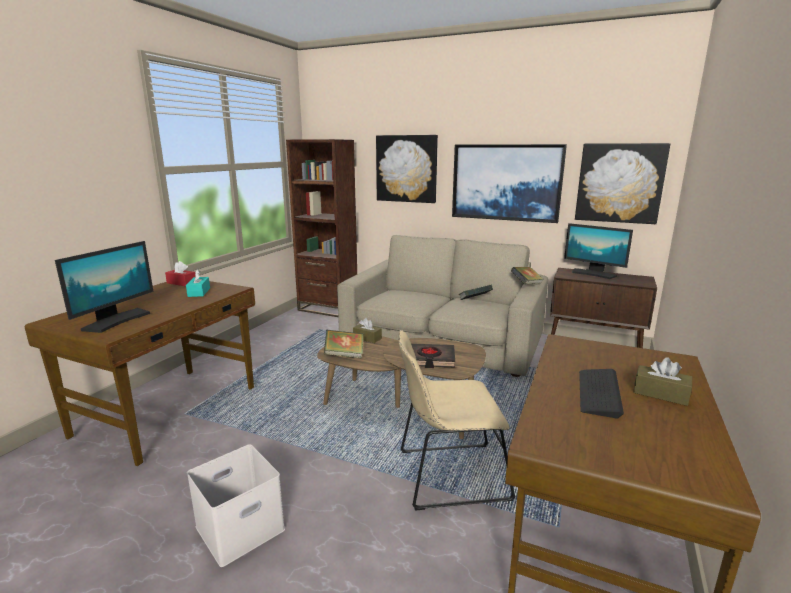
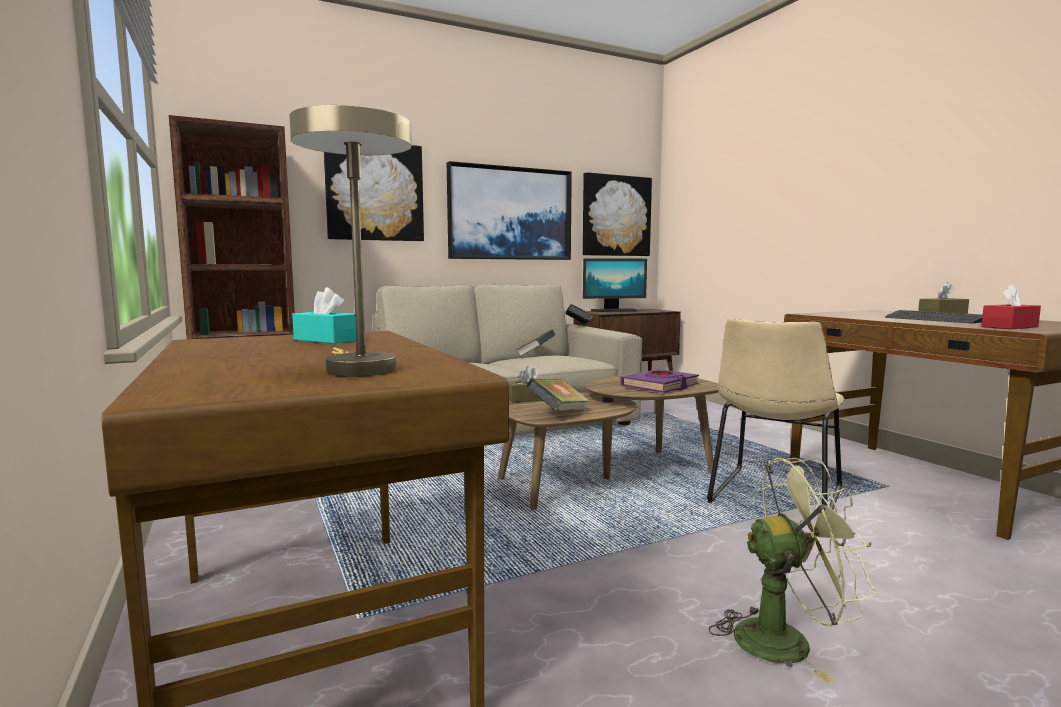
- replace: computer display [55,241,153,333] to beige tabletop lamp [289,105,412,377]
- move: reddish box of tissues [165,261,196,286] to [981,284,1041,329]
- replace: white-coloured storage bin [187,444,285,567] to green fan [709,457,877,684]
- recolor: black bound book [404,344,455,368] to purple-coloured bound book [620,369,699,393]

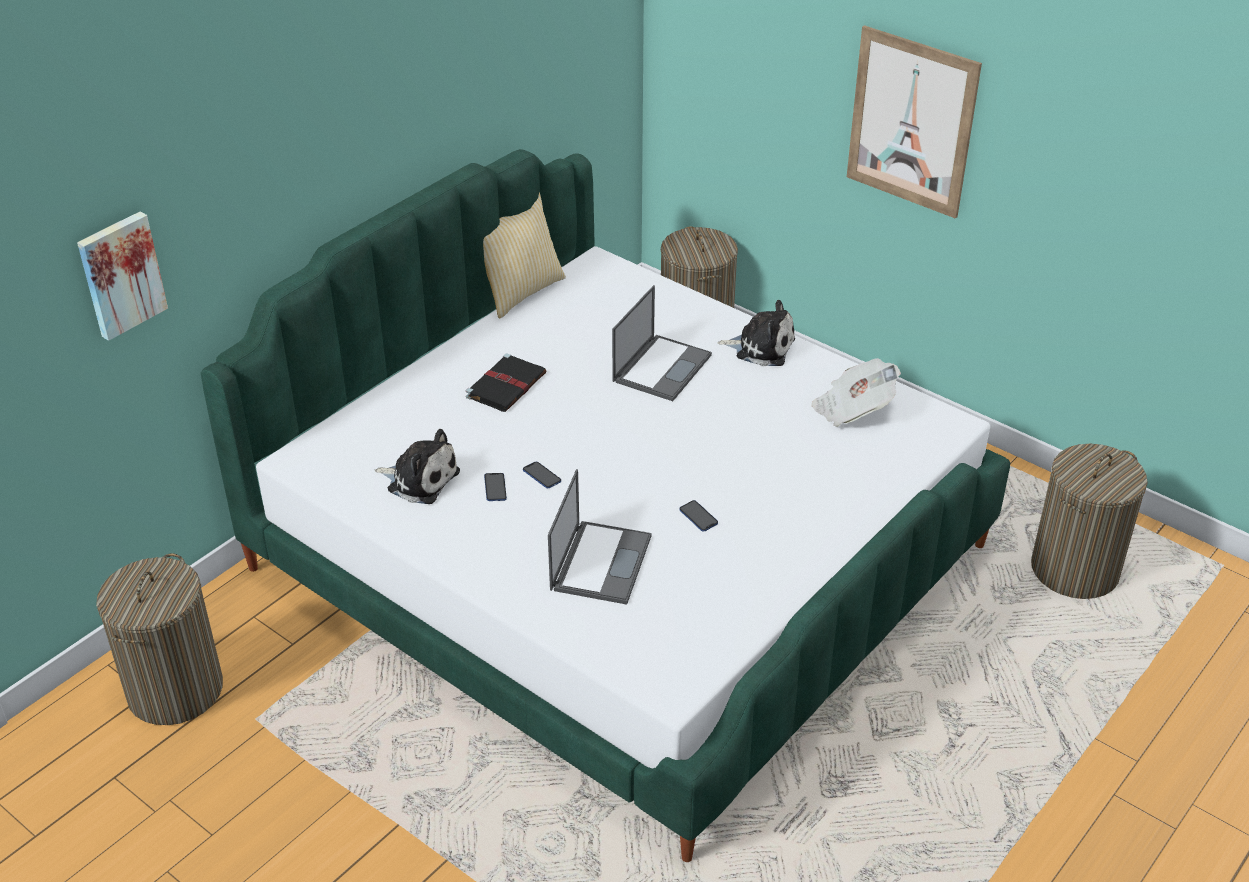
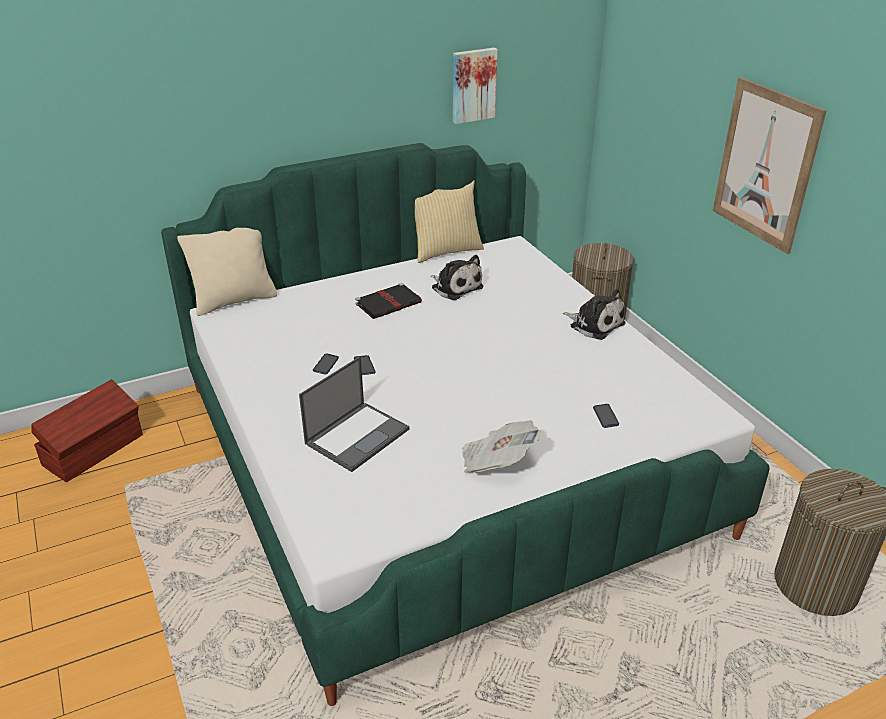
- move: wall art [77,212,168,341] to [453,48,498,124]
- replace: washing basket [96,553,223,725] to brown storage bin [31,379,143,482]
- move: cuddly toy [374,429,460,504] to [431,255,484,300]
- delete: portable computer [612,285,712,401]
- move: telephone [679,500,718,532] to [593,404,619,428]
- move: printed paper [811,358,901,427] to [462,420,540,473]
- insert: beige cushion [177,228,277,316]

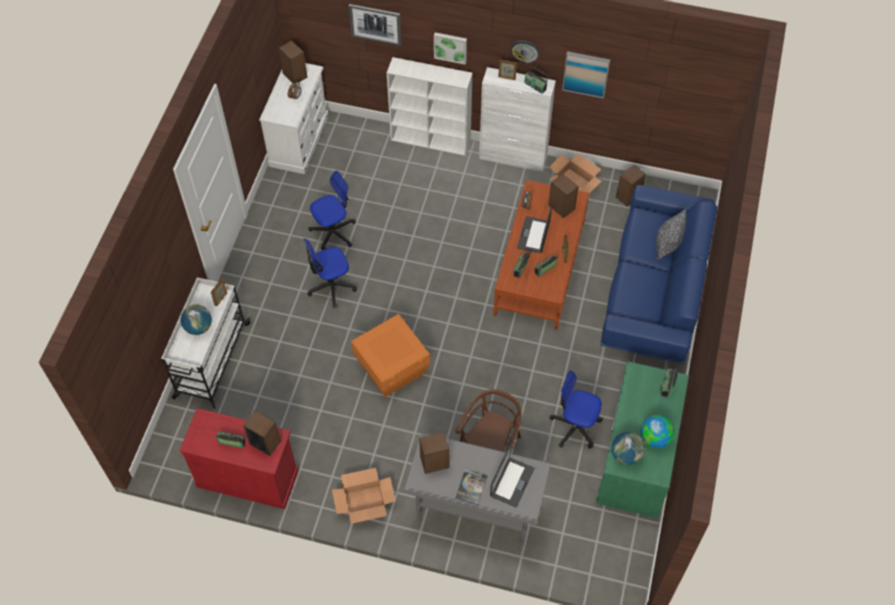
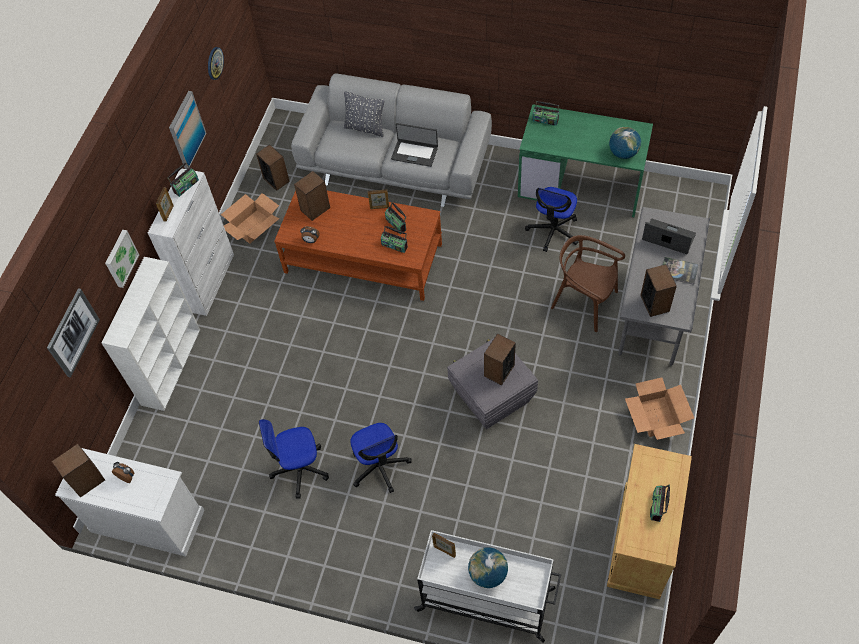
- recolor: reddish cupboard [179,408,299,509] to beige cupboard [607,444,692,599]
- move: speaker [243,410,281,456] to [484,334,516,385]
- rotate: office chair [309,171,356,250] = [259,419,329,499] 75 degrees counterclockwise
- recolor: orange-coloured storage bin [351,314,430,397] to gray storage bin [447,338,538,429]
- move: wall clock [510,41,539,63] to [208,47,224,80]
- move: portable computer [517,207,552,253] to [391,123,438,167]
- recolor: blue couch [600,185,717,364] to gray couch [291,73,492,207]
- delete: globe [641,415,675,448]

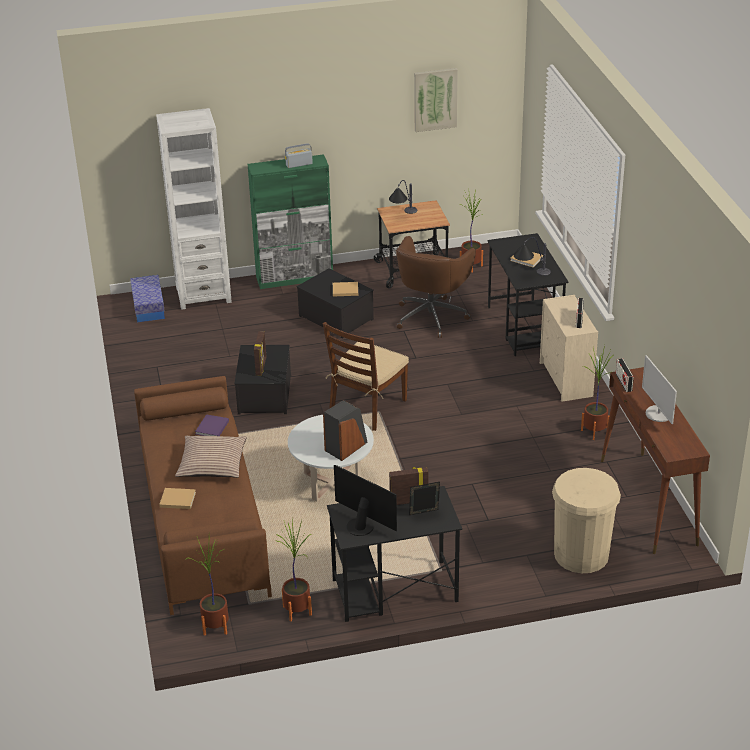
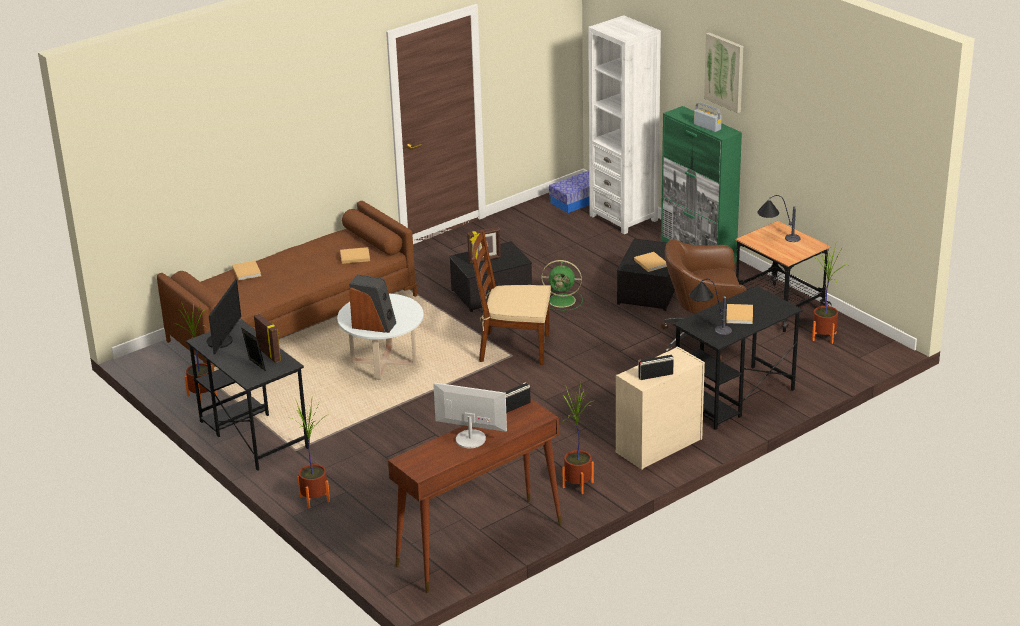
- delete: cushion [175,436,247,478]
- move: plant in a pot [185,537,229,636] to [295,398,330,509]
- recolor: purple-coloured bound book [195,414,229,436] to beige bound book [340,247,370,264]
- move: wall art [414,68,458,132] to [704,32,743,113]
- delete: beige rubbish bin [552,468,621,573]
- rotate: computer display [642,355,677,424] = [433,383,507,448] 60 degrees clockwise
- insert: green fan [542,260,583,311]

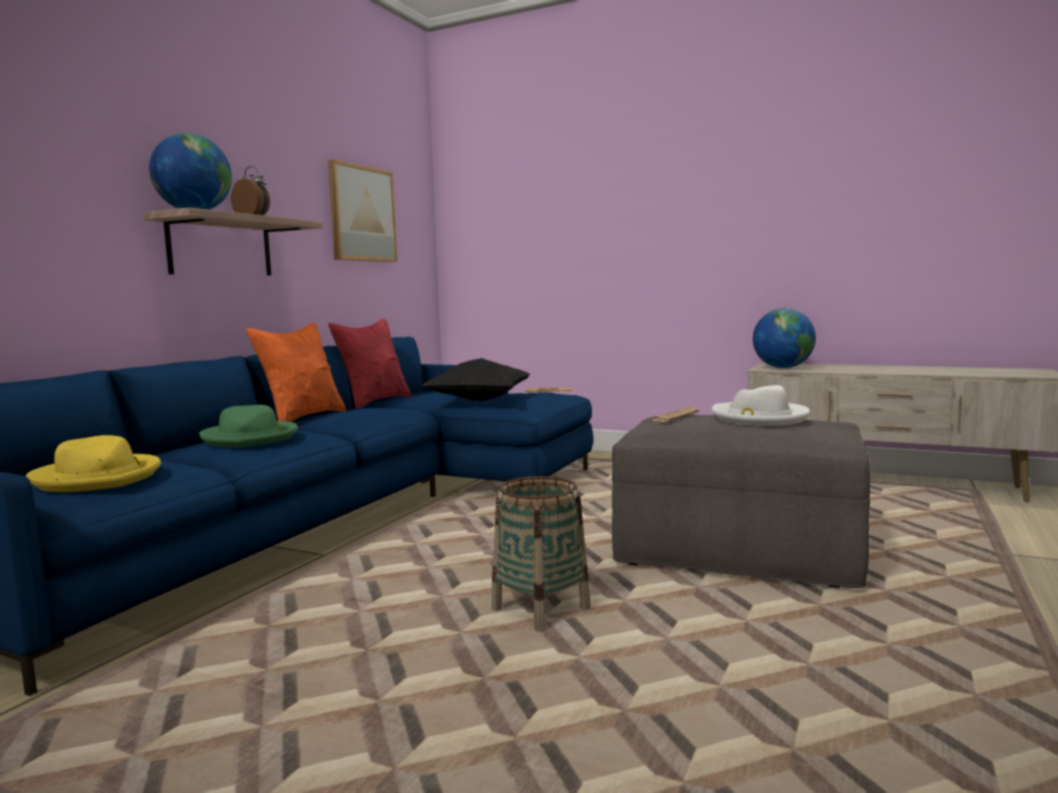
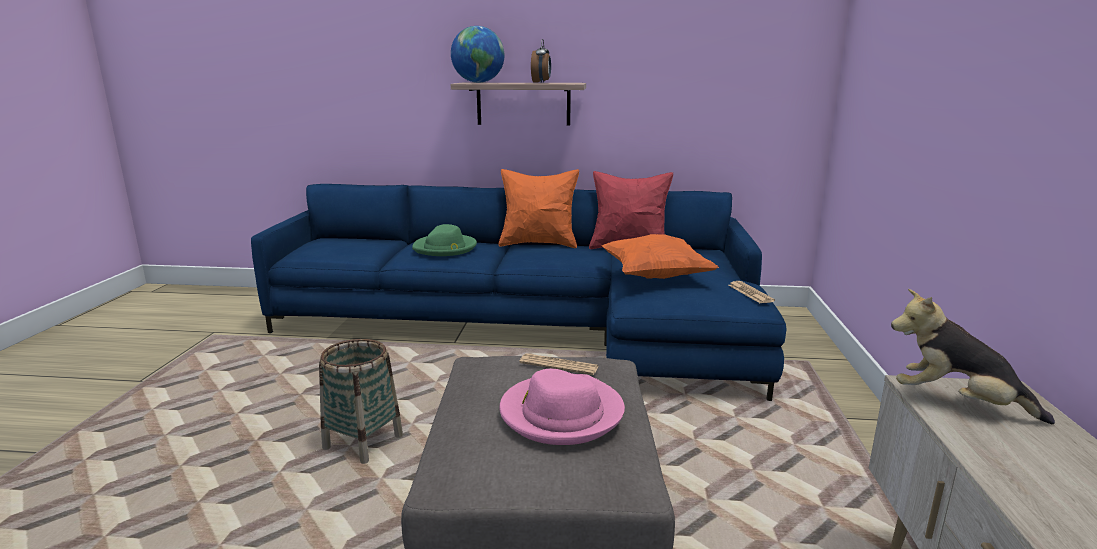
- delete: yellow-coloured hat [26,435,161,492]
- delete: wall art [328,159,397,262]
- recolor: black cushion [422,358,530,401] to orange-coloured cushion [601,234,719,279]
- recolor: white-coloured hat [712,385,810,426] to pink hat [499,369,625,445]
- replace: globe [753,308,816,368] to cuddly toy [891,289,1055,424]

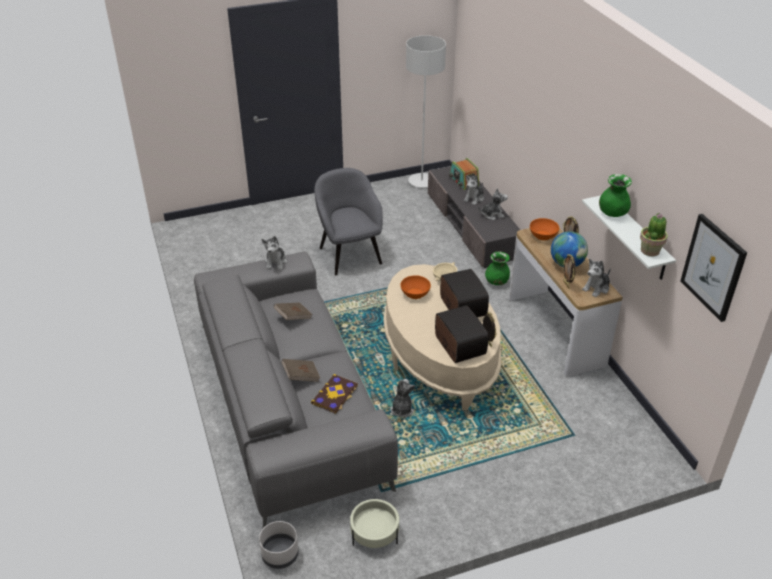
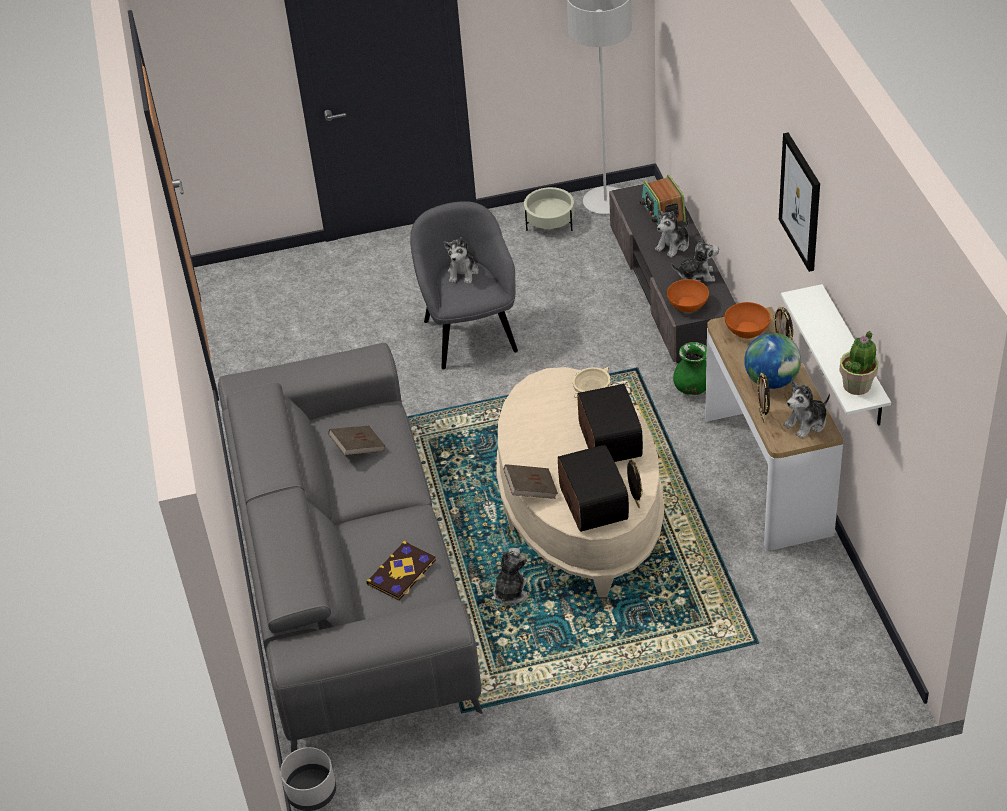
- move: cuddly toy [262,236,287,270] to [443,238,479,284]
- move: brown bound book [281,359,320,382] to [503,464,558,499]
- move: beige planter [350,498,399,548] to [524,186,575,231]
- move: orange-coloured deep dish [401,275,431,299] to [667,279,709,313]
- delete: green decorative vase [599,174,632,217]
- move: wall art [680,214,747,322] to [779,133,820,272]

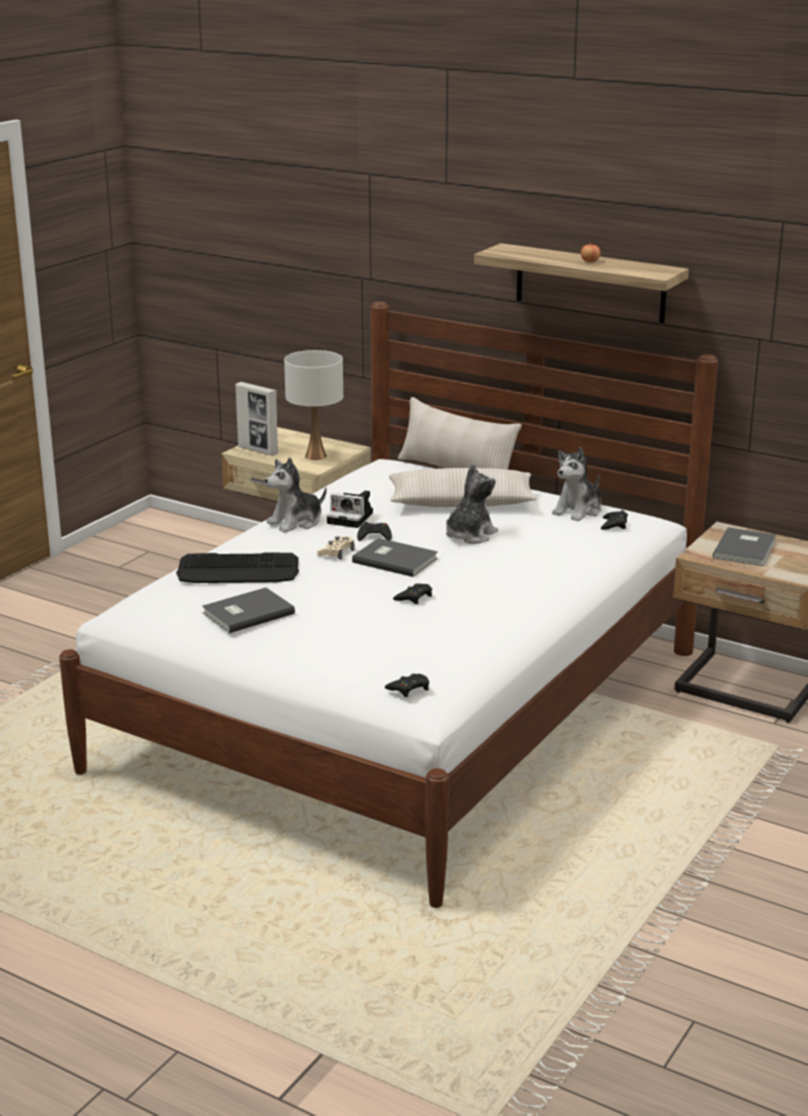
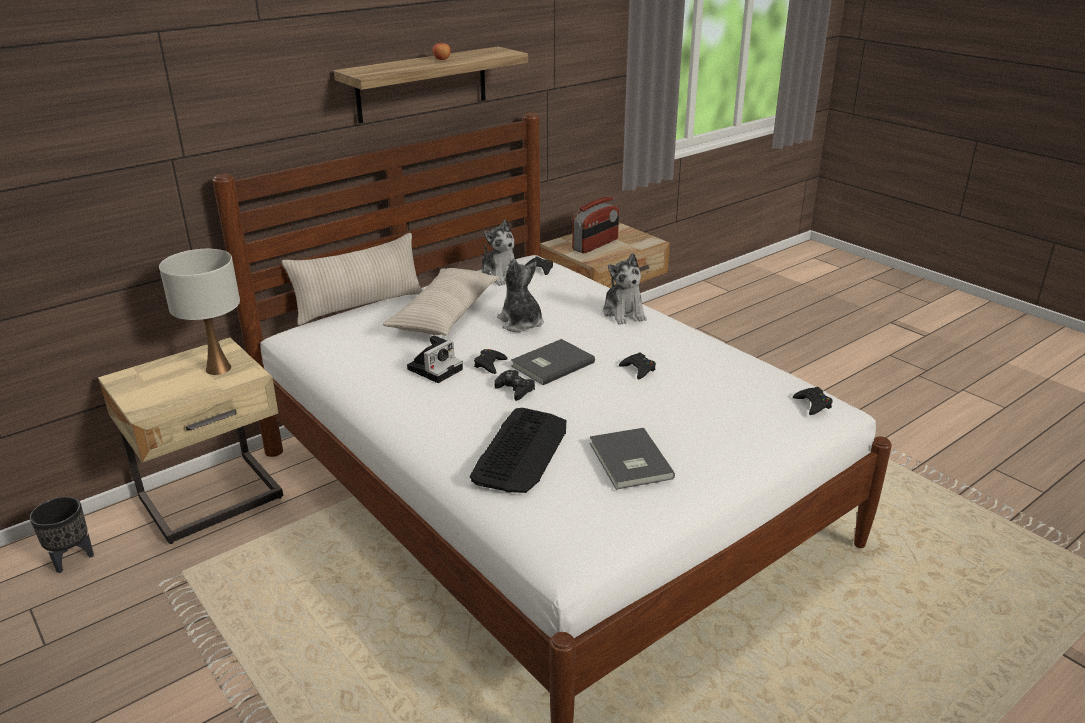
- delete: picture frame [235,382,278,456]
- move: cuddly toy [265,457,327,533] to [603,253,647,325]
- recolor: beige joypad [317,536,354,560] to black joypad [494,370,535,401]
- replace: gray bound book [713,527,776,566] to radio [572,197,619,253]
- insert: black planter [30,497,94,573]

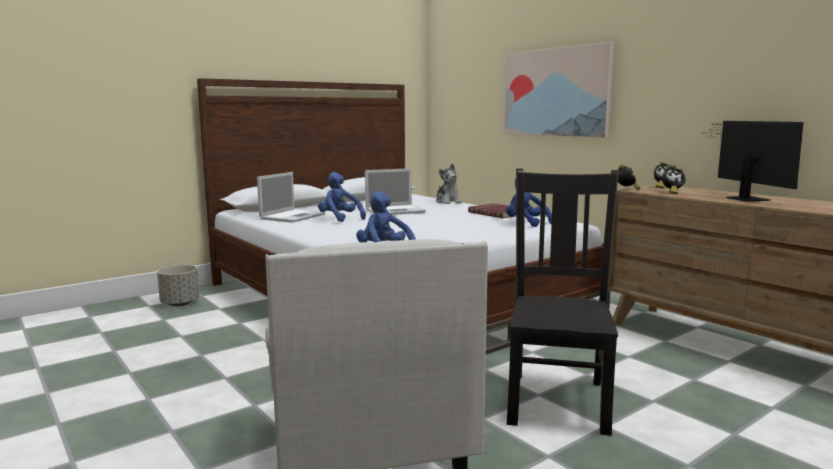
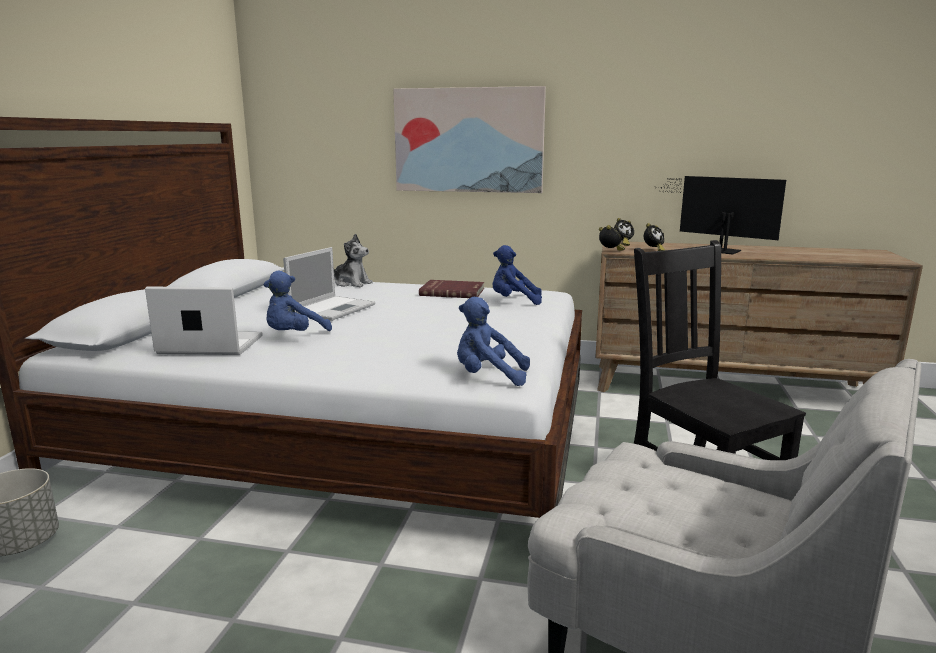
- rotate: portable computer [257,172,325,223] = [145,286,262,355] 75 degrees counterclockwise
- rotate: blue cuddly toy [318,172,366,222] = [264,271,332,331] 60 degrees counterclockwise

